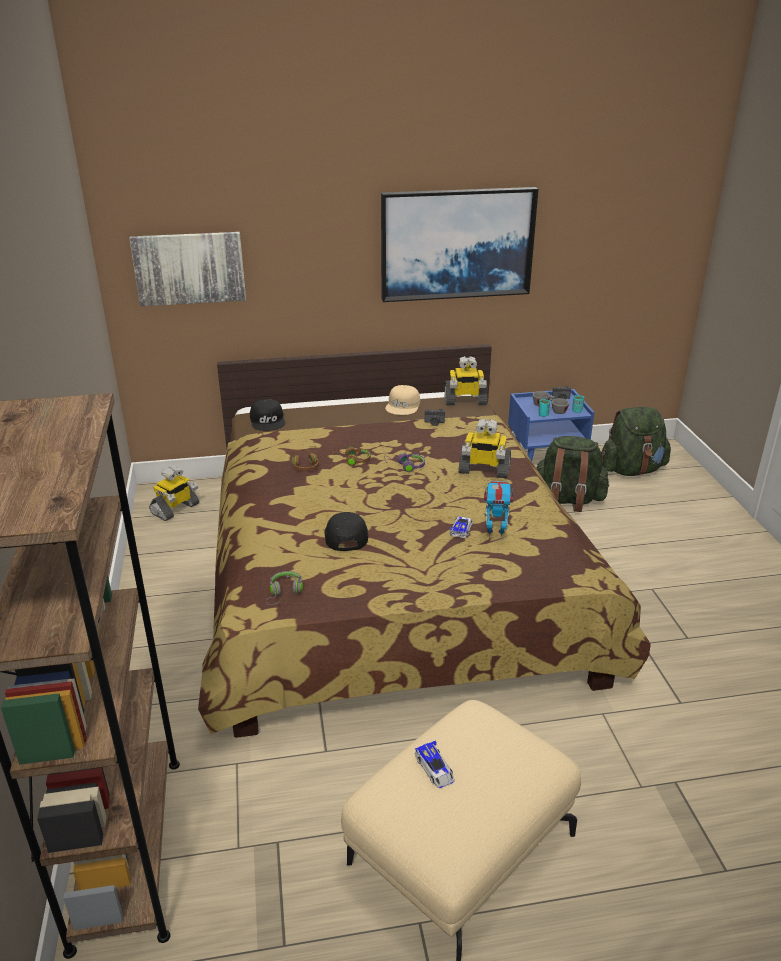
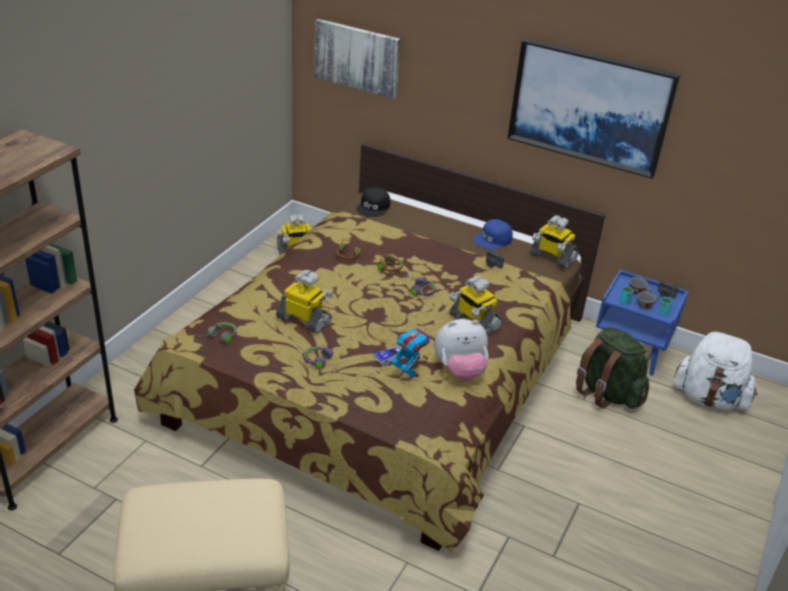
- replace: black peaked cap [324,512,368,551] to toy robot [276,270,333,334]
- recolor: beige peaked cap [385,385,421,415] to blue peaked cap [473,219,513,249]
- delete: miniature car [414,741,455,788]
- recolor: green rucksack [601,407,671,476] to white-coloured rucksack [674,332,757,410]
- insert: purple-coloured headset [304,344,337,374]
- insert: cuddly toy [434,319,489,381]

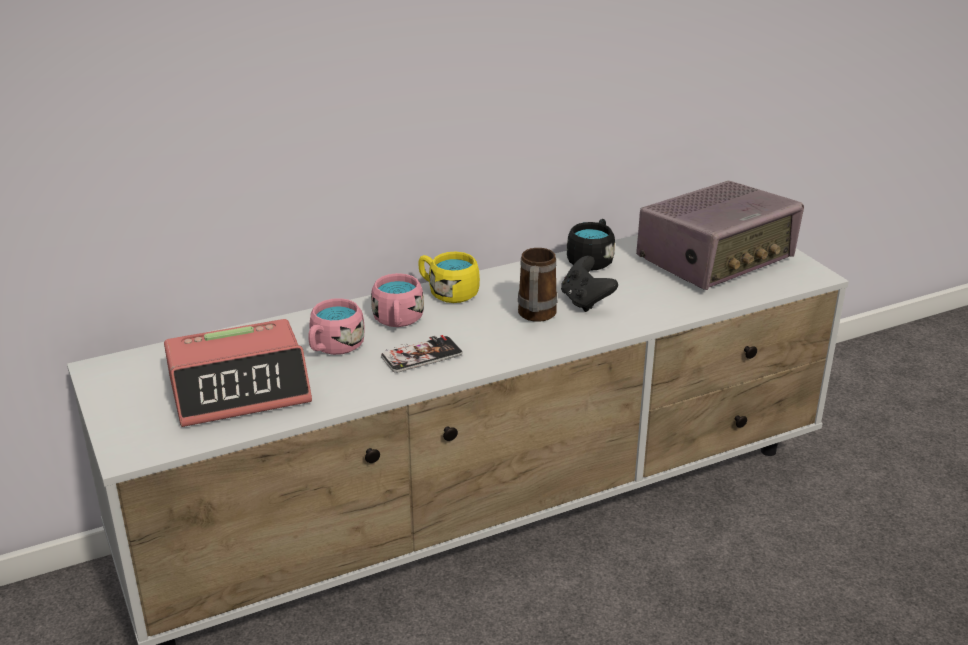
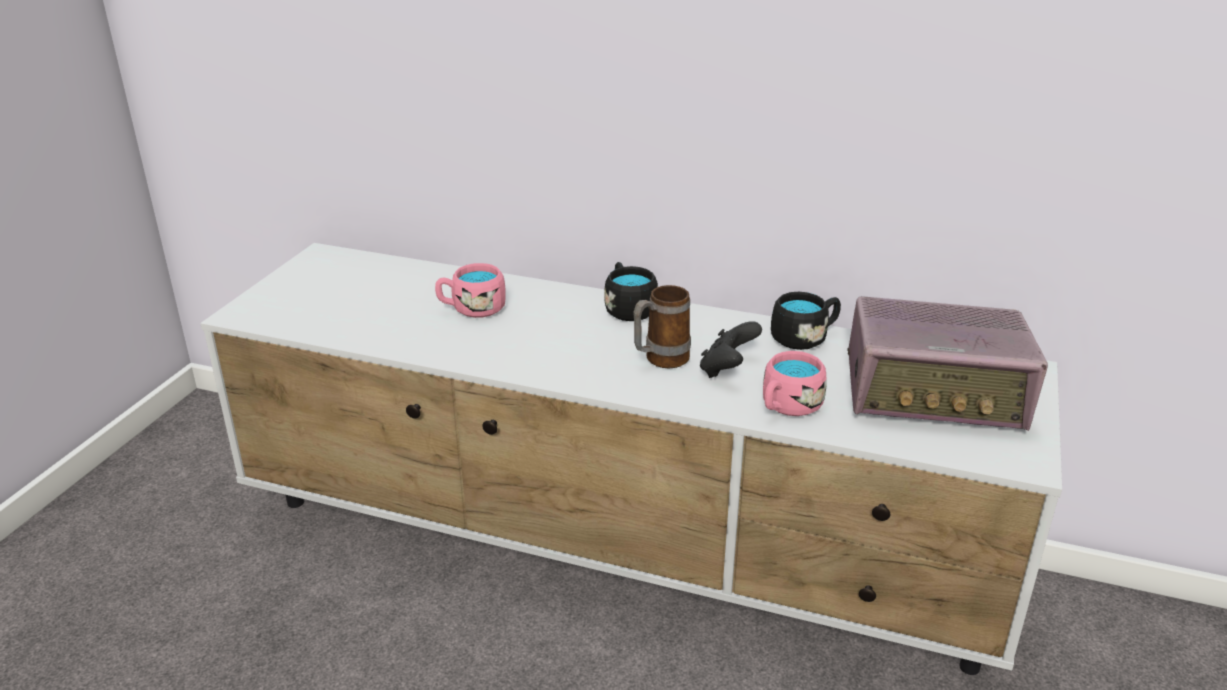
- delete: table clock [164,319,312,427]
- move: pink coffee mug [371,273,424,327] to [763,351,827,416]
- delete: telephone [381,335,463,373]
- recolor: yellow-coloured coffee mug [419,252,480,303] to black coffee mug [604,262,658,321]

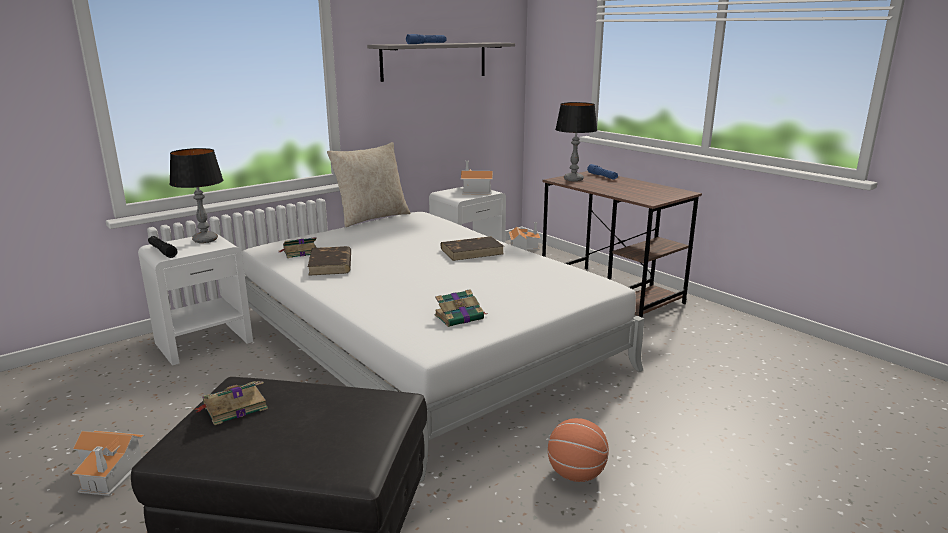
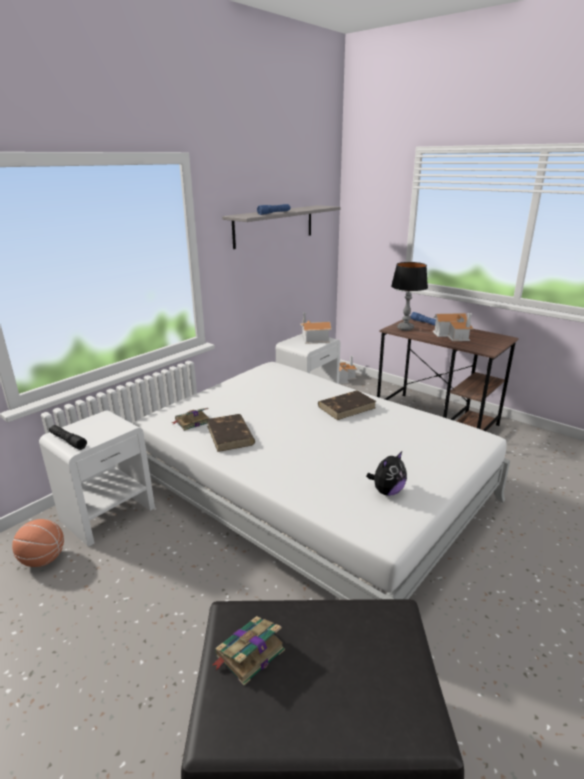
- move: toy house [72,431,145,496] to [433,313,474,341]
- delete: tabletop lamp [169,148,223,243]
- delete: beige cushion [327,142,411,227]
- replace: bound book [434,289,488,327] to cuddly toy [366,451,407,496]
- move: basketball ball [548,418,609,482] to [12,519,64,567]

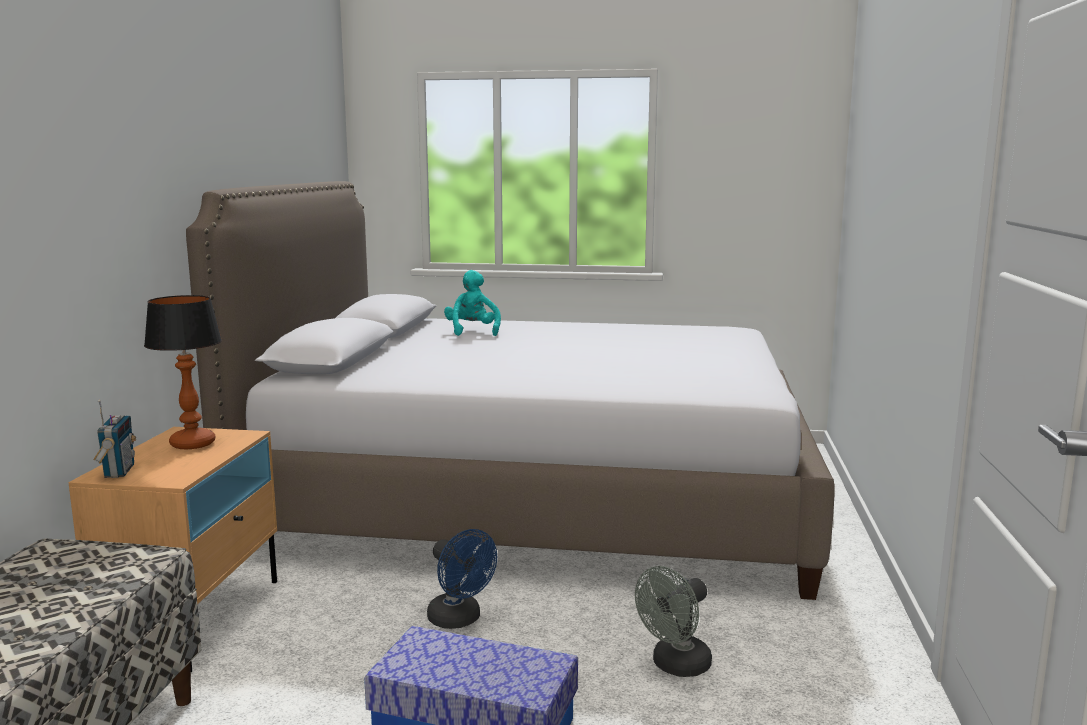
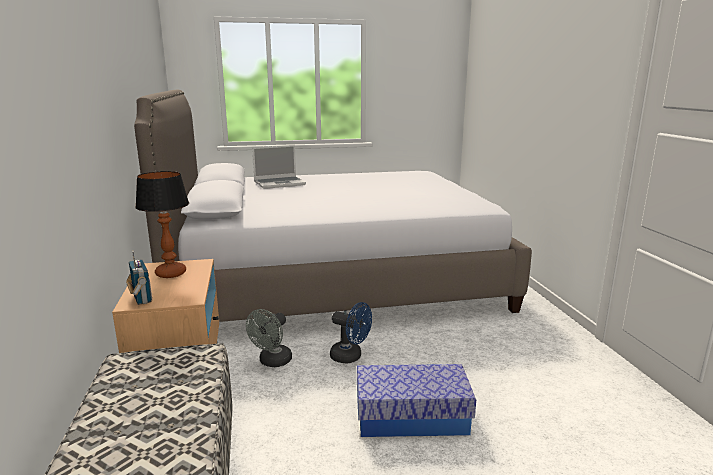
- replace: turquoise cuddly toy [444,270,501,336] to portable computer [252,145,306,189]
- move: gray fan [635,566,712,677] to [246,309,292,367]

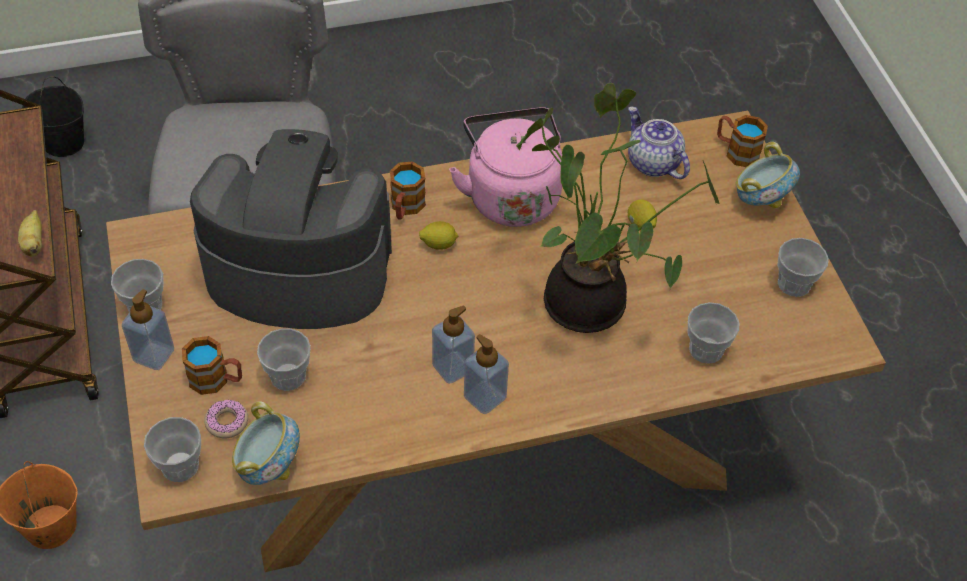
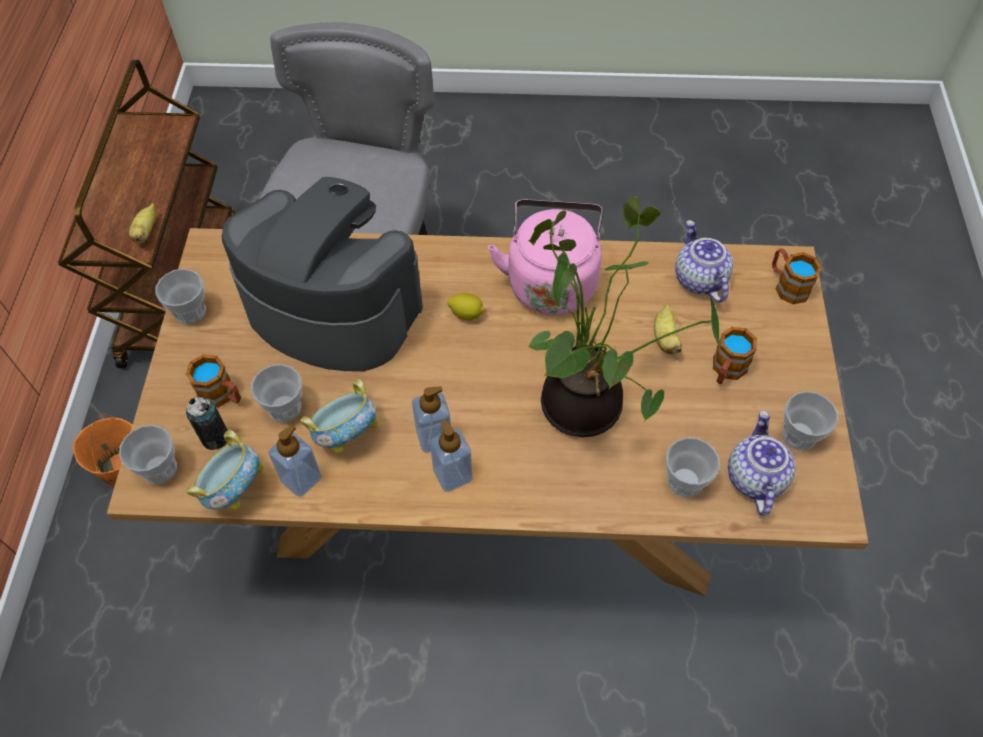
- delete: black water bucket [22,76,84,157]
- move: soap bottle [122,289,174,370] to [268,425,322,497]
- replace: doughnut [204,400,248,439] to can [186,397,228,450]
- move: coffee mug [390,161,426,220] to [713,327,757,384]
- replace: whole lemon [628,199,657,228] to whole banana [654,304,682,355]
- move: deep dish [736,142,800,209] to [300,379,378,454]
- insert: teapot [728,410,796,516]

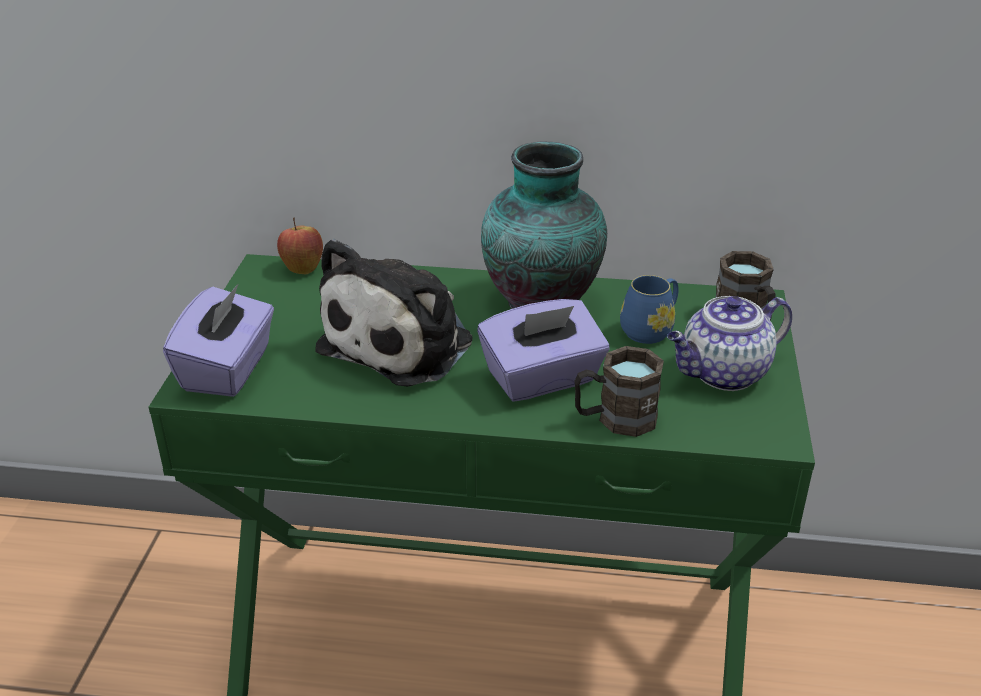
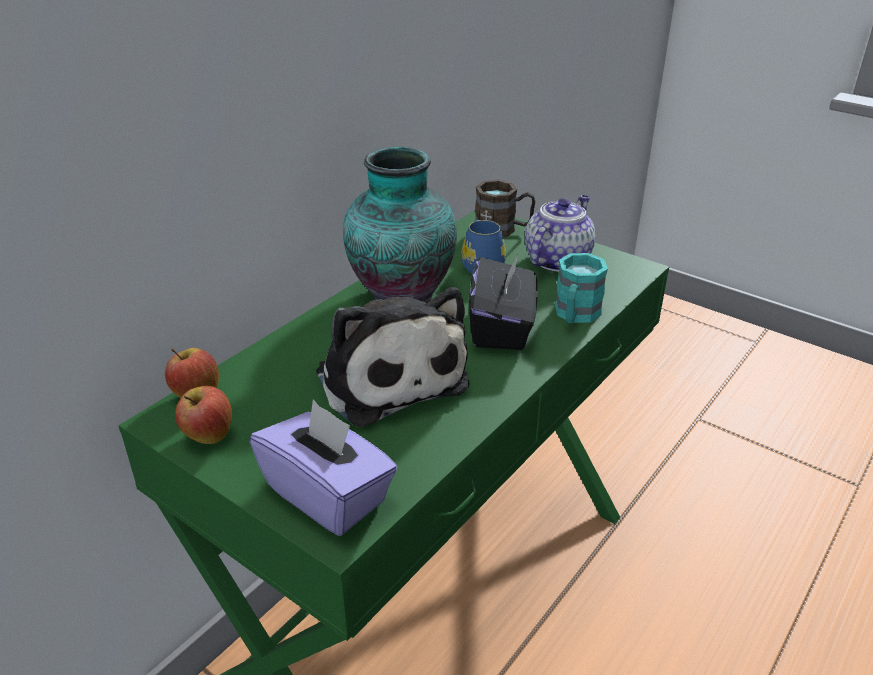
- recolor: purple-coloured box of tissues [477,299,609,402] to black box of tissues [469,252,538,350]
- recolor: brown coffee mug [575,346,664,437] to turquoise coffee mug [555,253,608,323]
- rotate: teapot [667,296,792,391] = [525,195,595,272] 150 degrees counterclockwise
- insert: apple [175,386,232,444]

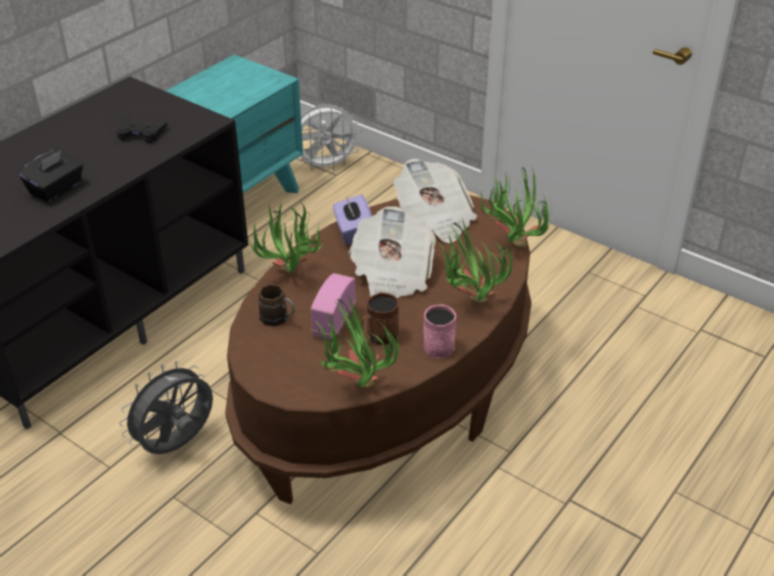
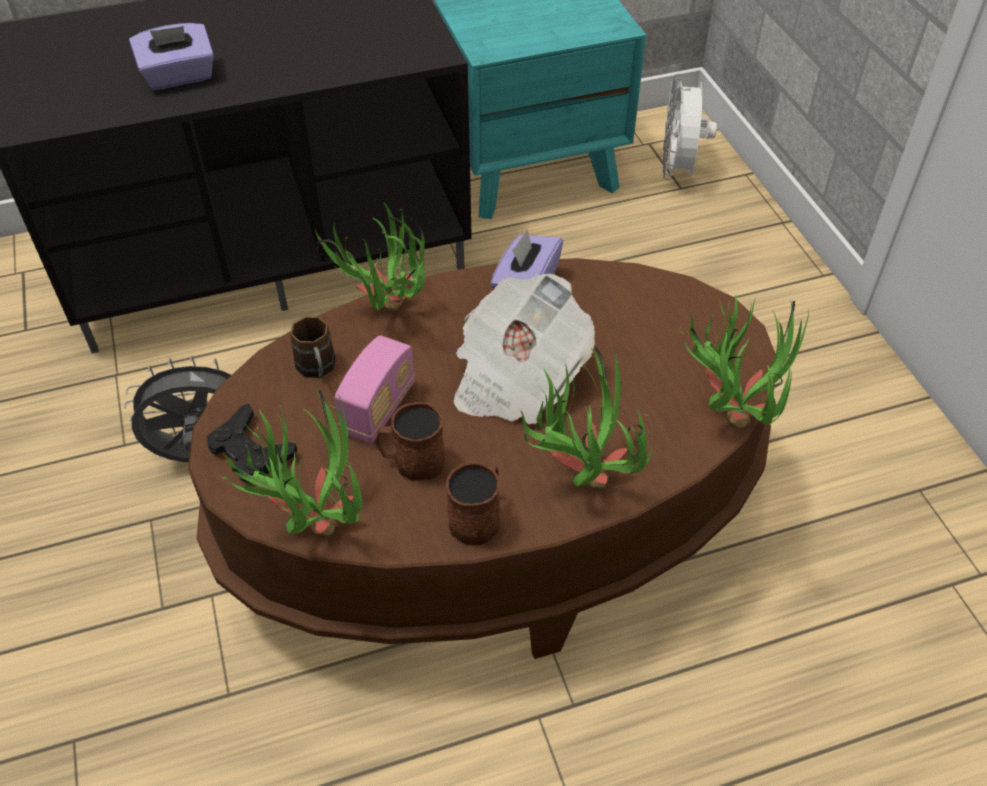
- recolor: black box of tissues [18,148,83,202] to purple-coloured box of tissues [129,23,214,90]
- move: black joypad [117,115,167,143] to [206,403,297,483]
- rotate: white-coloured fan [296,104,362,172] = [663,74,717,180] 75 degrees clockwise
- rotate: radio [311,273,356,340] = [334,335,415,444] 150 degrees clockwise
- delete: printed paper [394,158,477,243]
- recolor: pink coffee mug [423,304,456,358] to brown coffee mug [446,462,500,546]

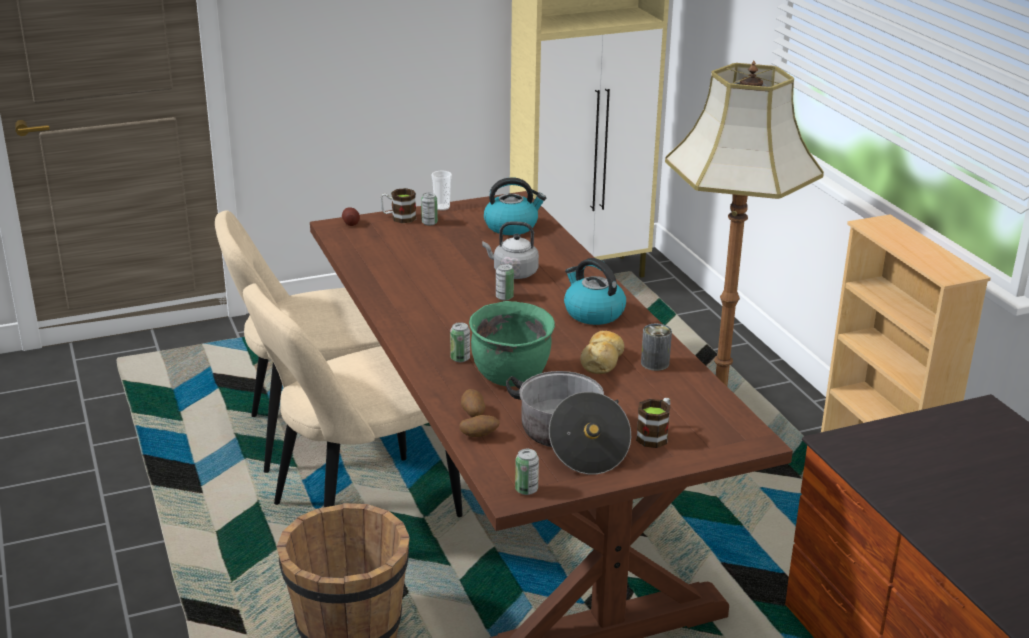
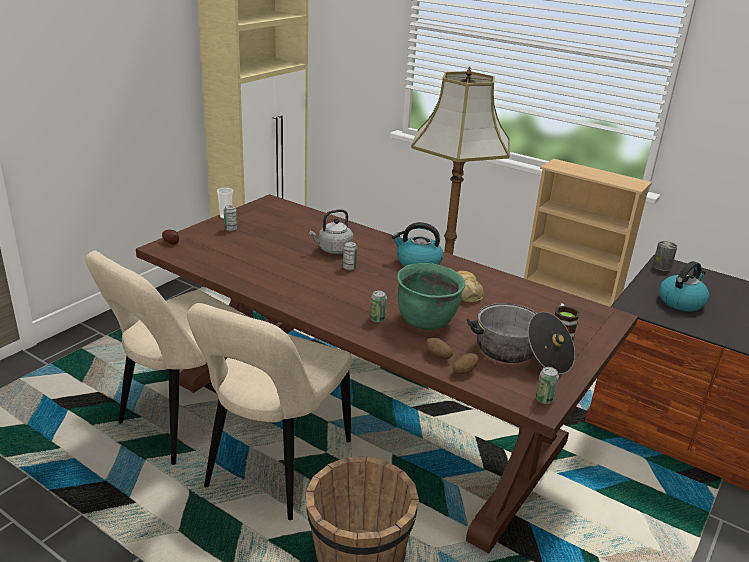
- delete: coffee mug [380,188,416,223]
- move: tea kettle [484,177,546,235] to [659,261,709,311]
- move: can [641,324,672,371] to [653,241,677,271]

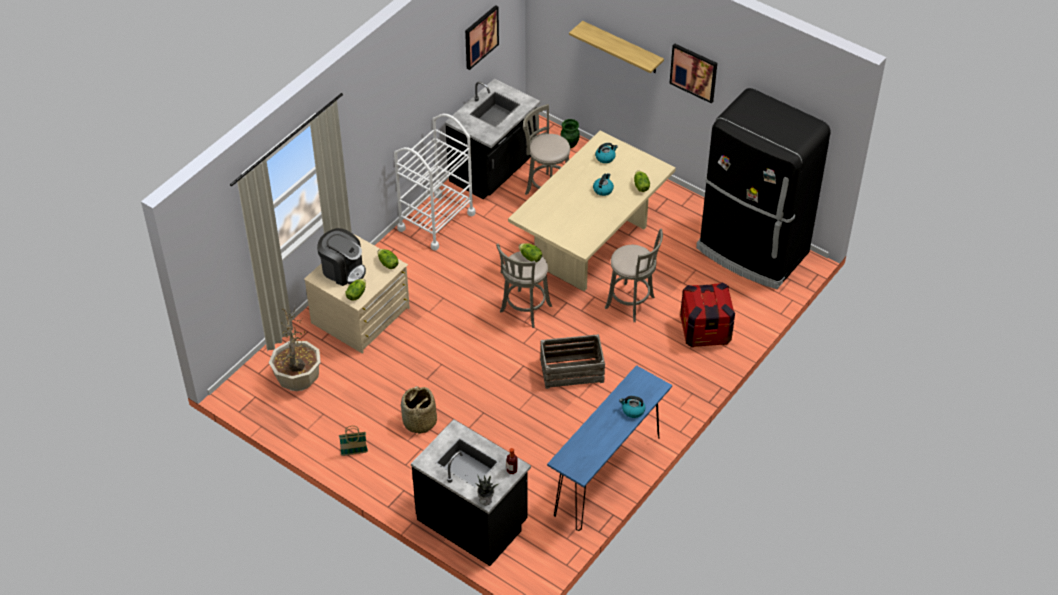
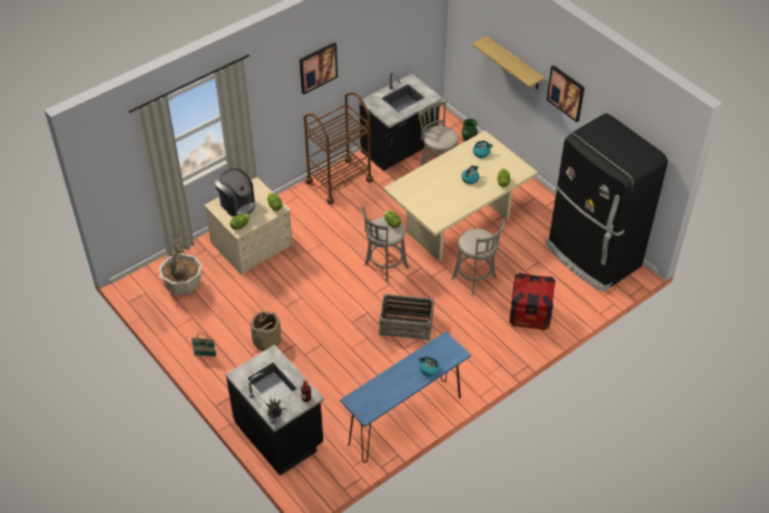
- recolor: white-coloured trolley [394,114,476,251] to brown trolley [304,92,373,204]
- move: wall art [465,5,499,70] to [299,42,338,94]

